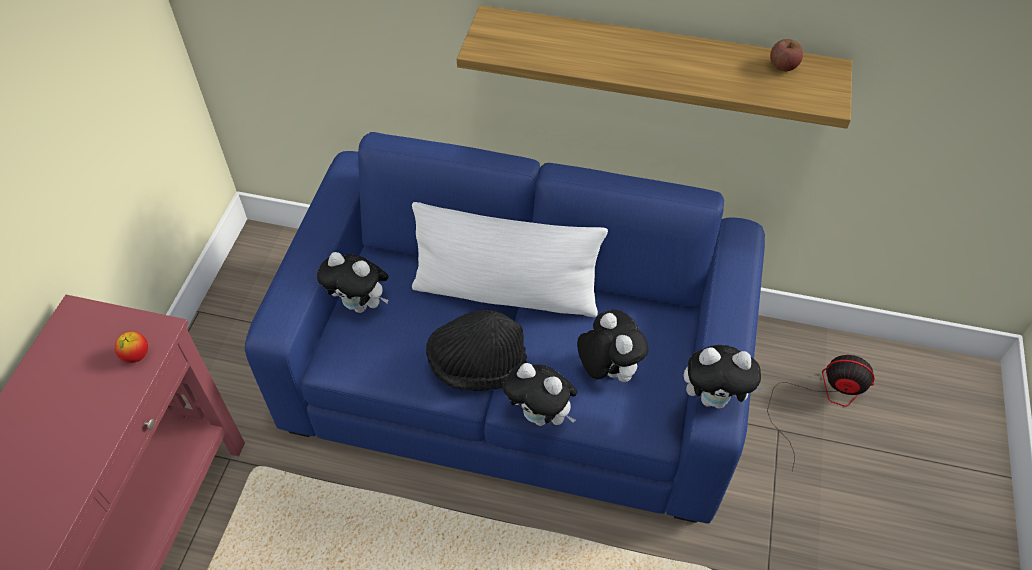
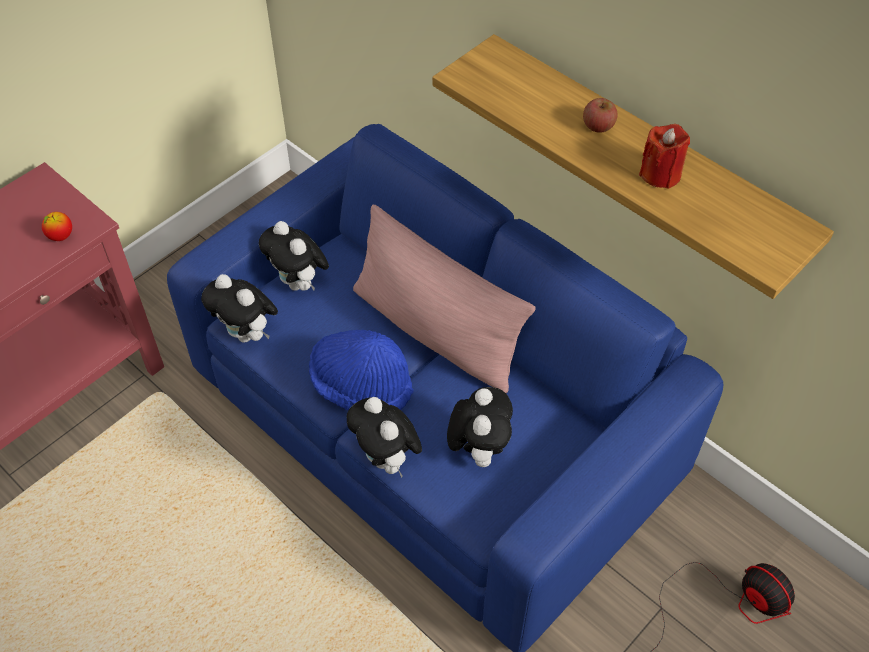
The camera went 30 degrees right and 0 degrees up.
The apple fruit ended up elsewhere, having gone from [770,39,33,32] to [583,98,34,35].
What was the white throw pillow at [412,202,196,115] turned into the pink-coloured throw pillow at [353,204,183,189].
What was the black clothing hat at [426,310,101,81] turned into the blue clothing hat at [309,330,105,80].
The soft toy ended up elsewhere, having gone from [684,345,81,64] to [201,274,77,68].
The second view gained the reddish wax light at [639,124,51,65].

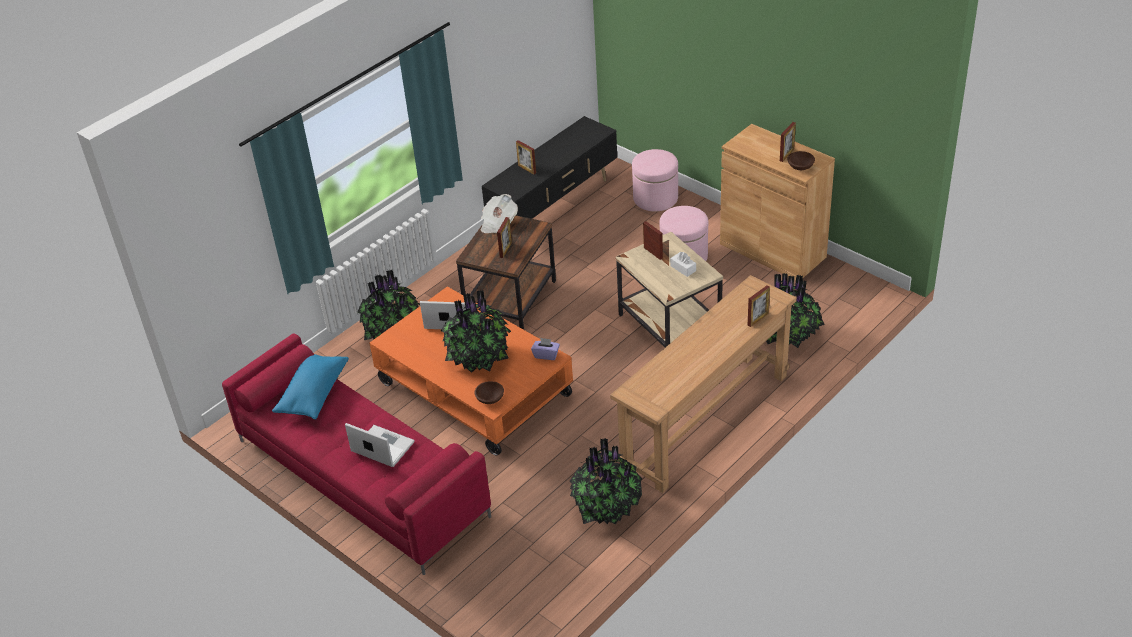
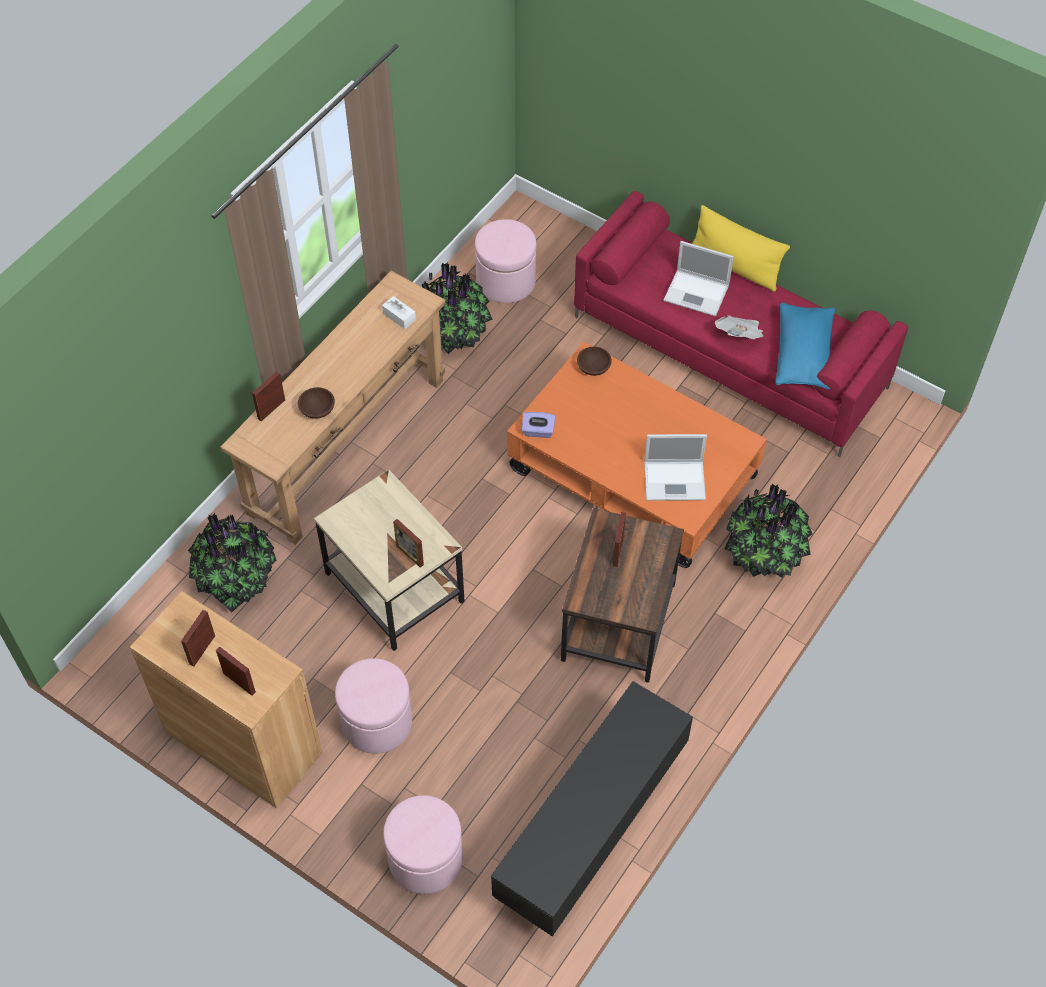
The camera went 170 degrees right and 15 degrees up.
The standing frame ended up elsewhere, having gone from [516,140,20,35] to [216,646,40,50].
The brown-coloured serving bowl ended up elsewhere, having gone from [787,151,28,19] to [298,387,37,32].
The daily paper ended up elsewhere, having gone from [481,194,37,39] to [715,315,49,24].
The white tissue box ended up elsewhere, having gone from [670,252,26,25] to [382,296,34,33].
The second view lost the potted plant at [441,290,70,83].
The second view gained the yellow-coloured throw pillow at [692,205,98,87].
The second view gained the pink-coloured ottoman at [475,219,61,84].

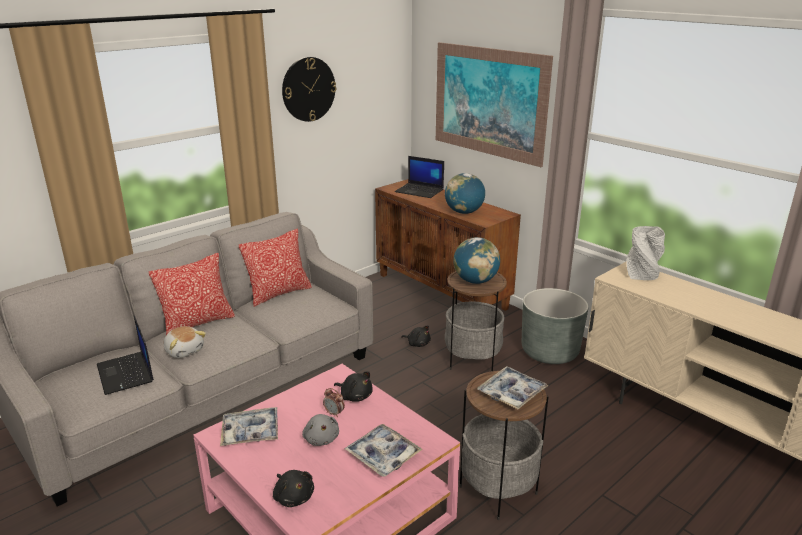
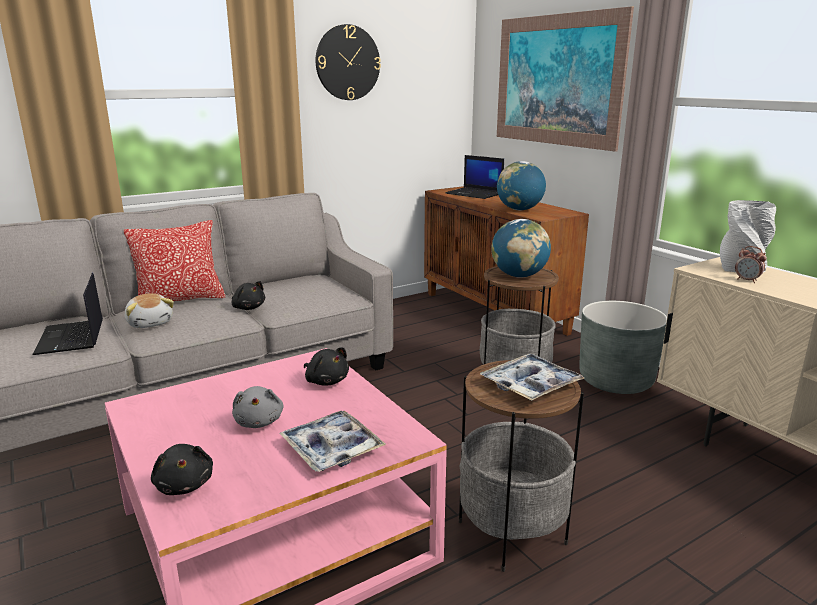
The camera went 10 degrees right and 5 degrees down.
The second view lost the throw pillow at [239,229,73,78].
The black soft toy ended up elsewhere, having gone from [401,326,30,21] to [232,281,33,29].
The alarm clock ended up elsewhere, having gone from [323,388,22,29] to [735,246,32,37].
The second view lost the serving tray at [220,407,58,39].

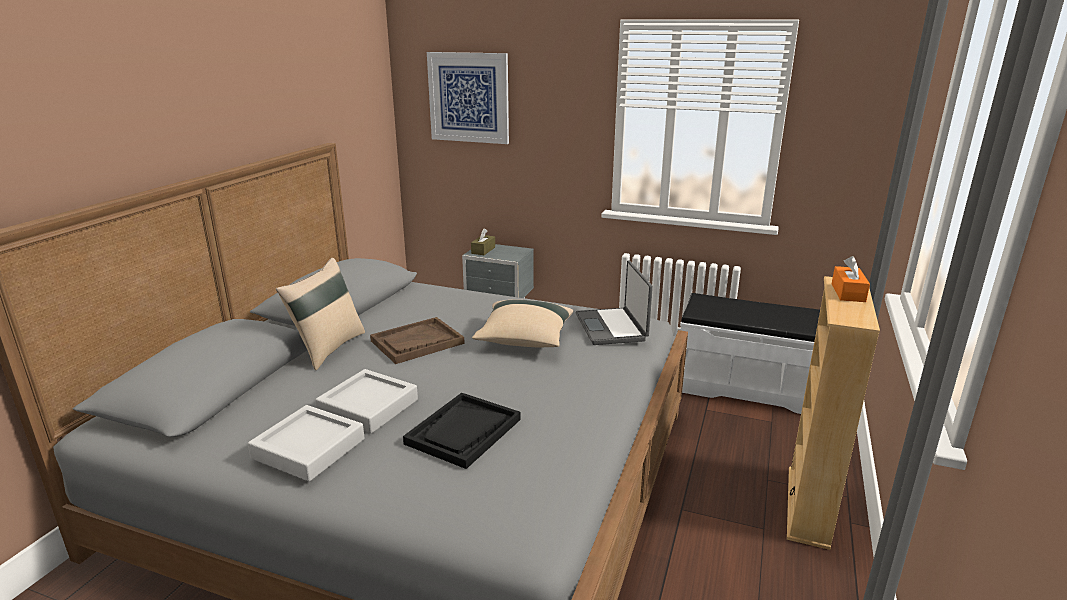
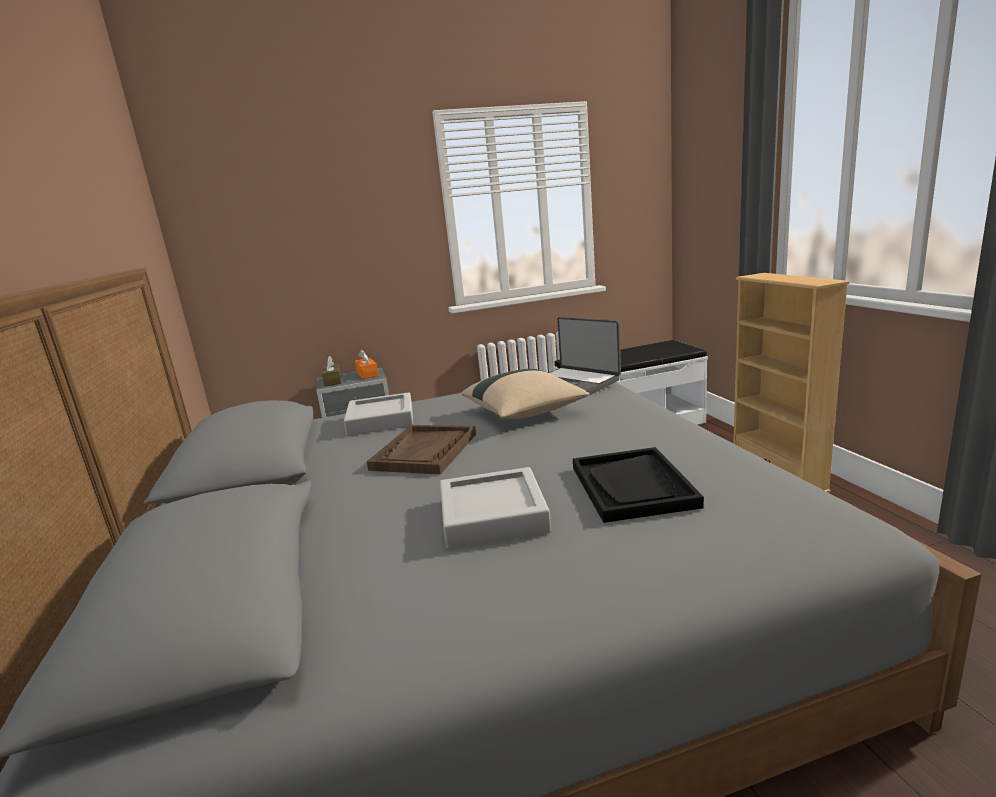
The camera went 35 degrees left and 5 degrees down.
The second view lost the wall picture at [427,52,82,92].
The orangey tissue box ended up elsewhere, having gone from [832,256,38,46] to [355,350,24,29].
The second view lost the beige throw pillow at [276,258,89,112].
The gray serving tray ended up elsewhere, having gone from [248,405,117,76] to [344,392,69,44].

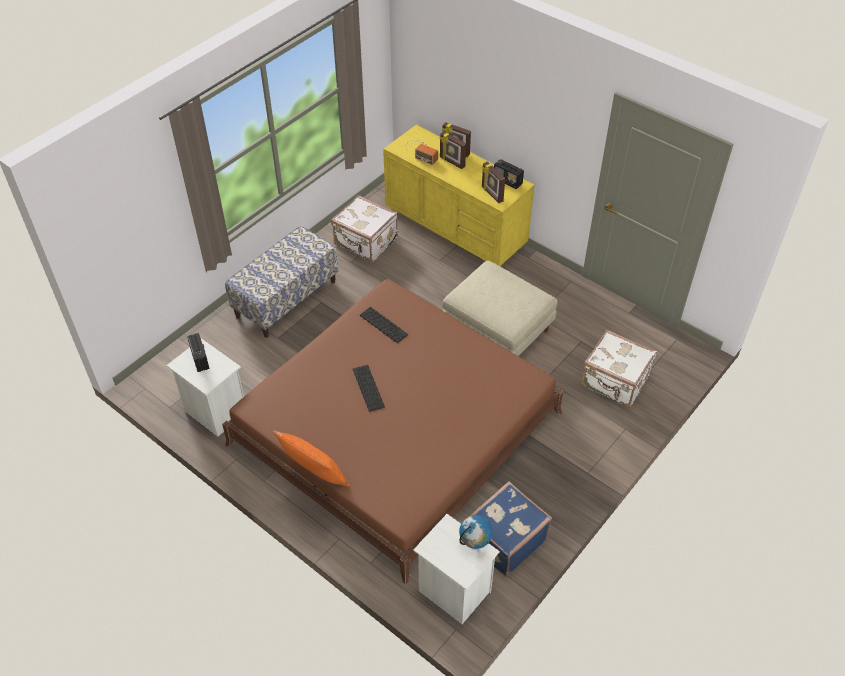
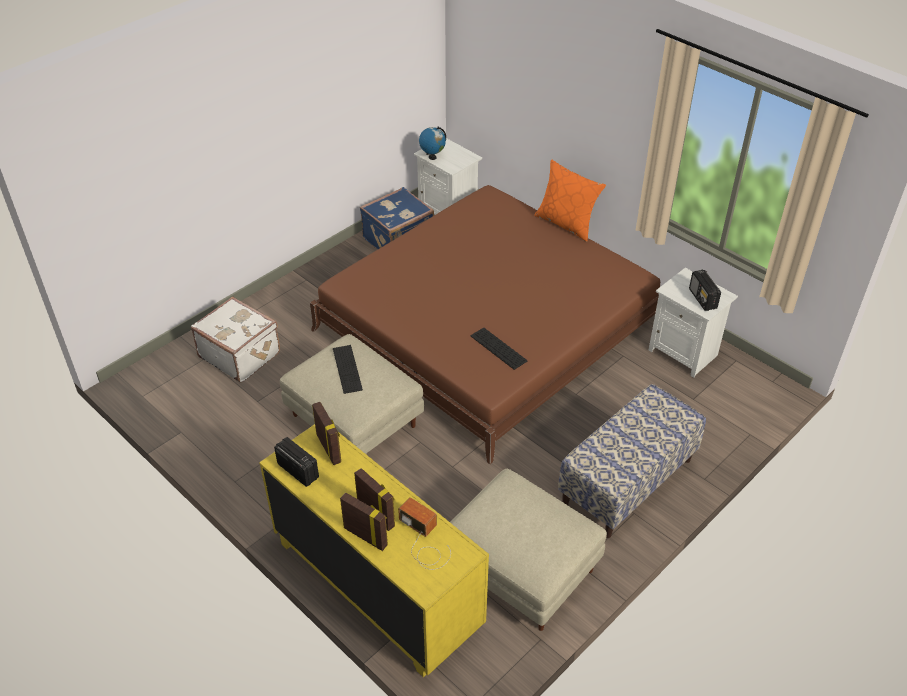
The camera went 175 degrees left and 5 degrees down.
Where the white piece of luggage stood at [331,195,67,67], the beige ottoman came to stand at [450,469,157,162].
The computer keyboard ended up elsewhere, having gone from [352,365,33,47] to [333,345,30,49].

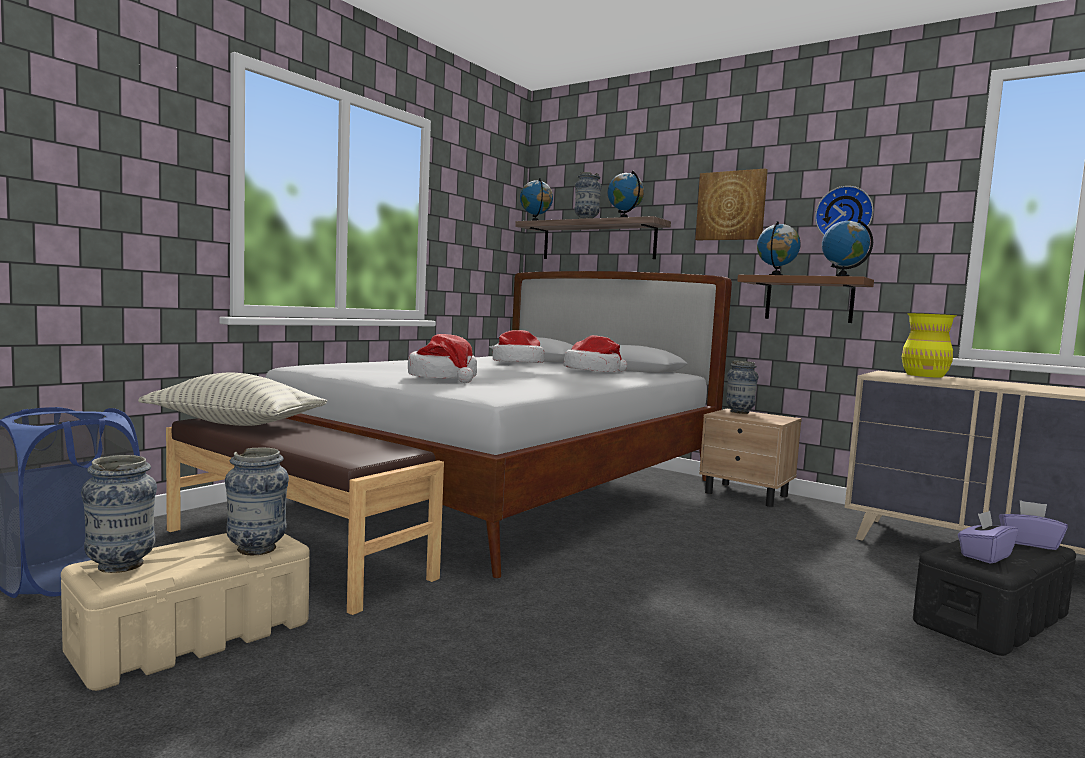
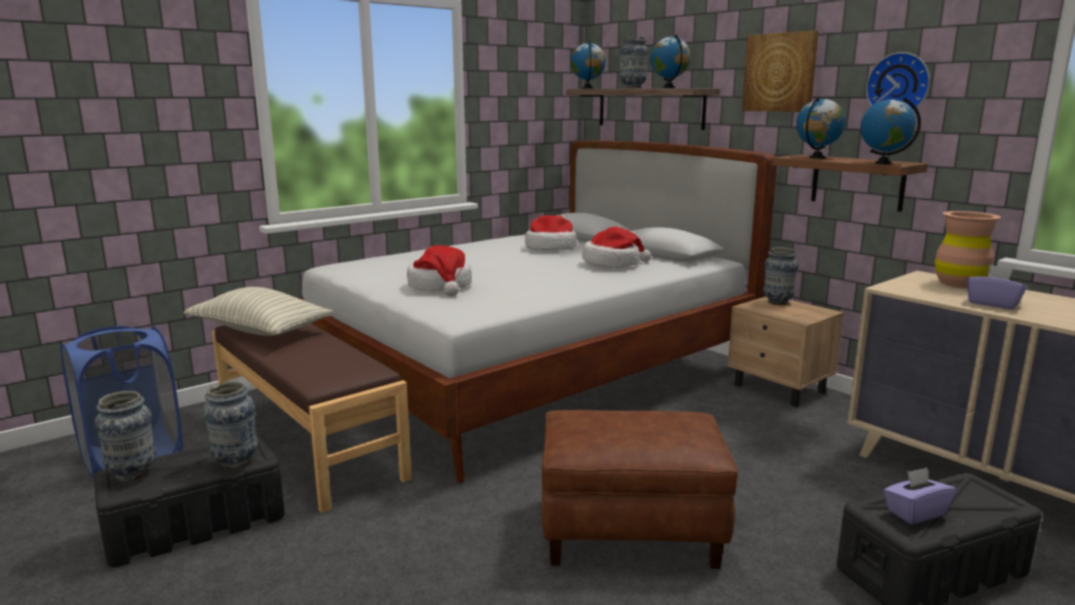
The camera went 15 degrees right and 10 degrees up.
What was the yellow-coloured decorative vase at [902,313,55,65] turned into the brown-coloured decorative vase at [935,211,66,77].
The purplish tissue box ended up elsewhere, having gone from [999,500,69,50] to [966,265,61,44].
What was the beige storage bin at [61,533,249,158] turned into the black storage bin at [94,434,191,133].
The second view gained the brown-coloured ottoman at [541,410,197,159].

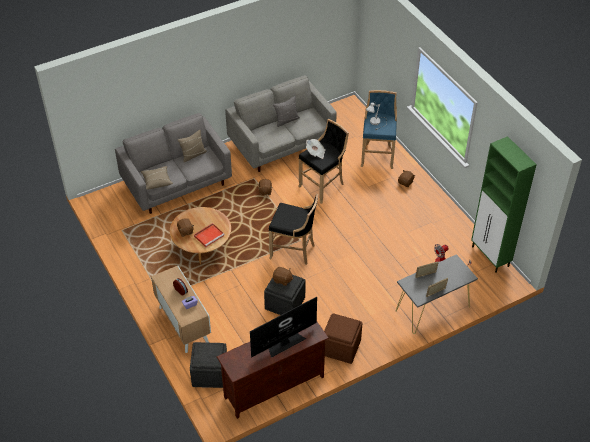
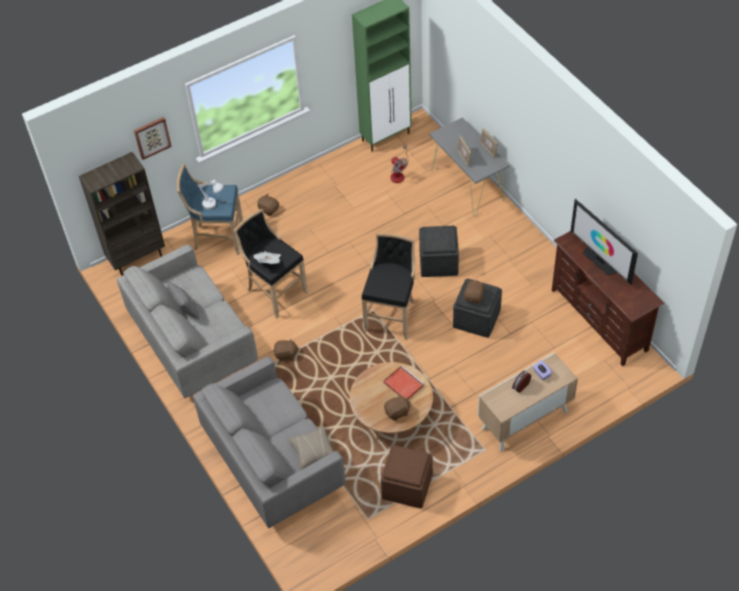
The camera went 90 degrees left and 5 degrees up.
The second view lost the beige throw pillow at [178,130,29,32].
The brown-coloured ottoman ended up elsewhere, having gone from [324,313,38,51] to [381,445,52,63].
The gray ottoman ended up elsewhere, having gone from [190,342,37,46] to [419,226,40,51].
The second view gained the wall picture at [134,117,38,43].
The second view gained the brown-coloured bookcase at [79,152,86,124].

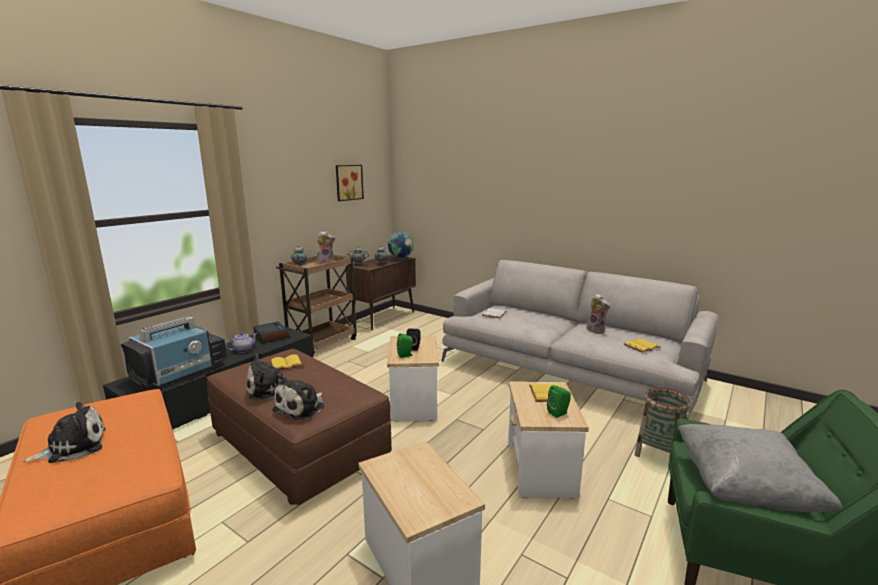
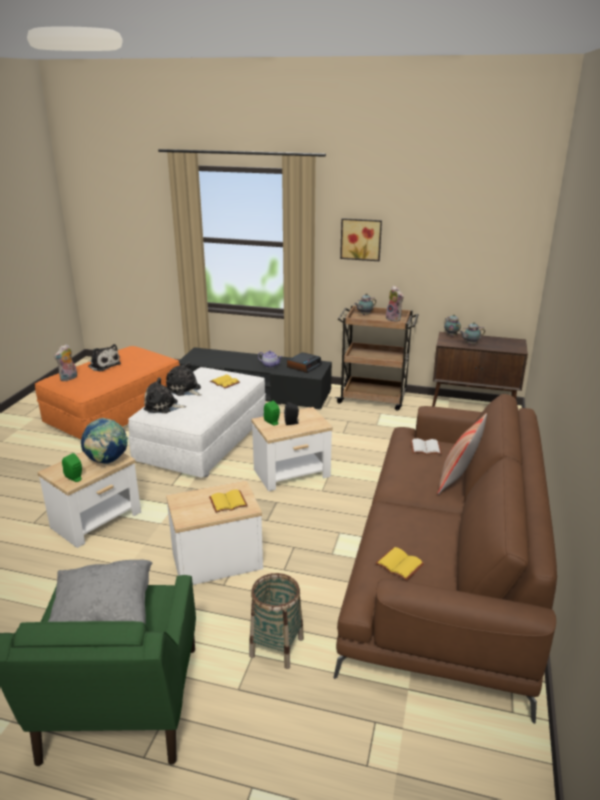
The camera went 70 degrees right and 10 degrees up.
The wall picture ended up elsewhere, having gone from [336,165,28,36] to [340,218,42,43].
The desk globe ended up elsewhere, having gone from [388,232,26,27] to [81,418,47,46].
What was the gray couch at [441,260,278,159] turned into the brown-coloured couch at [333,394,224,330].
The soft toy ended up elsewhere, having gone from [586,293,24,40] to [54,344,23,37].
The second view lost the TV at [121,316,106,71].
What was the brown-coloured ottoman at [207,349,185,156] turned into the white ottoman at [128,367,138,110].
The green-coloured speaker ended up elsewhere, having gone from [547,385,24,33] to [62,453,20,29].
The second view gained the throw pillow at [437,413,50,82].

